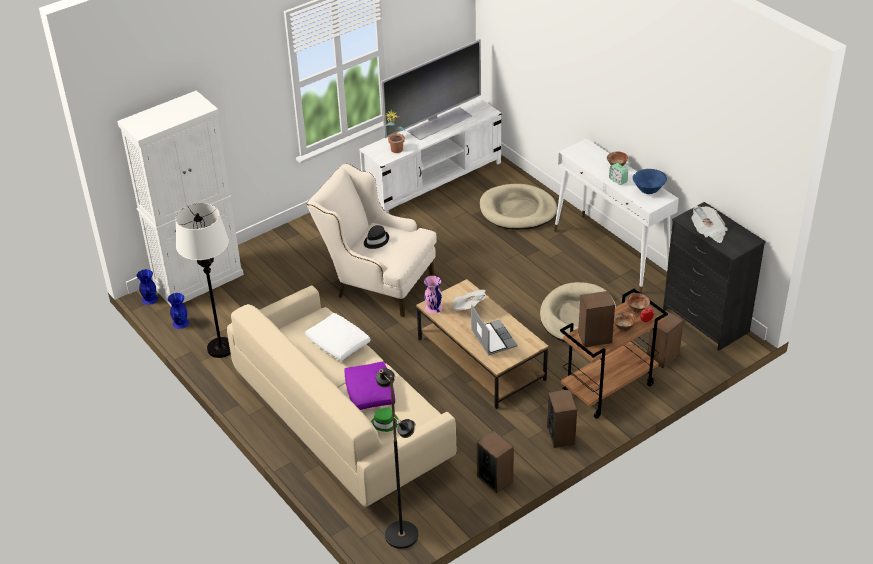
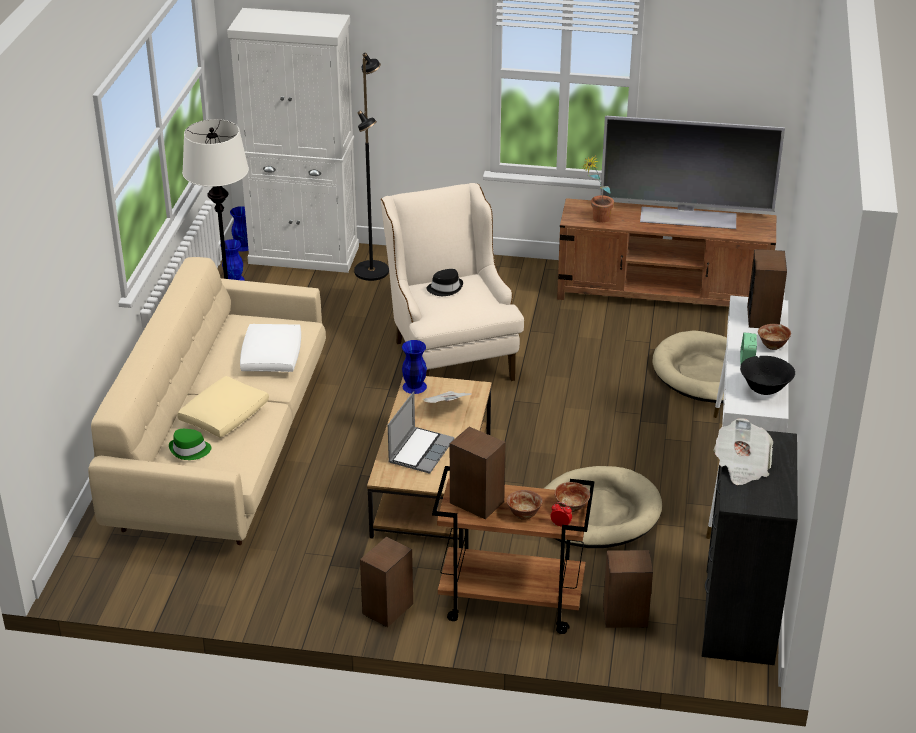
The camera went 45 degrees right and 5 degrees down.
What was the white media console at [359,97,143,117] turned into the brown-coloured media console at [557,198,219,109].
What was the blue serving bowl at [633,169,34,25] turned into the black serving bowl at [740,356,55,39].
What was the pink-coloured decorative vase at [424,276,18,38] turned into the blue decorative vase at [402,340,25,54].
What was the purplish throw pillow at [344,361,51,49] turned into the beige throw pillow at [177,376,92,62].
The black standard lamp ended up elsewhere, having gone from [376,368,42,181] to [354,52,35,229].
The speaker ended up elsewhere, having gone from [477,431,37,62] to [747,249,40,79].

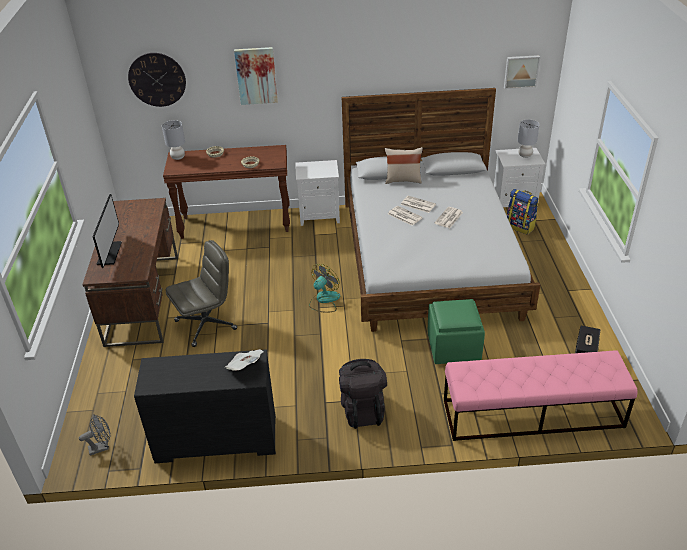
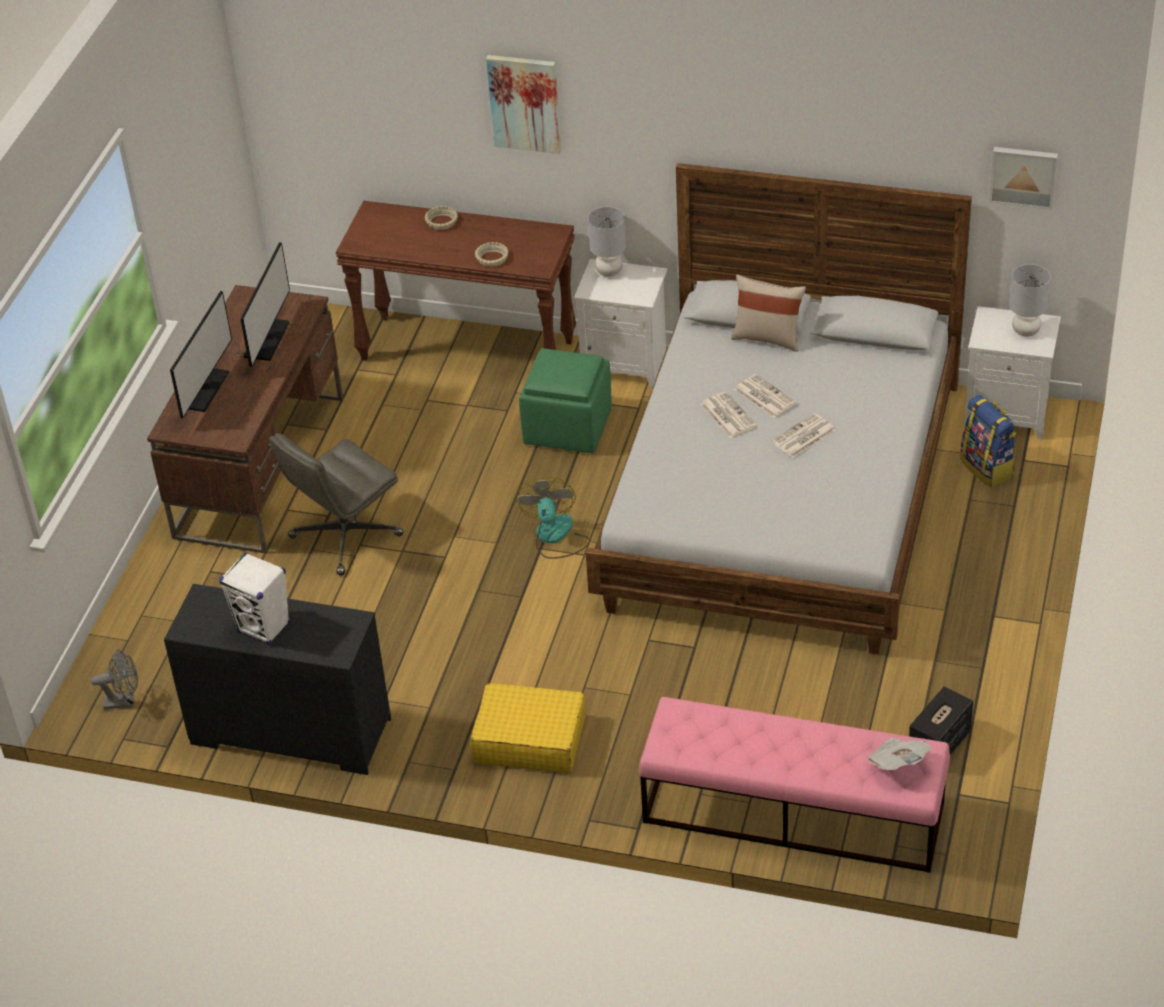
The camera went 20 degrees right and 5 degrees up.
The second view lost the wall clock at [128,53,58,54].
The gray tabletop lamp ended up elsewhere, having gone from [162,120,23,40] to [588,207,38,70].
The gray computer chair at [166,240,71,107] ended up facing another way, 150 degrees clockwise from before.
The cooling fan at [309,264,31,49] ended up facing another way, 60 degrees counterclockwise from before.
The green-coloured ottoman ended up elsewhere, having gone from [428,299,57,65] to [519,348,93,106].
The daily paper ended up elsewhere, having gone from [225,349,39,22] to [866,738,66,32].
Where the black knapsack stood at [339,359,48,70], the yellow-coloured piece of luggage came to stand at [470,683,116,90].
The second view gained the computer display at [240,242,50,125].
The second view gained the white speaker at [219,552,71,93].

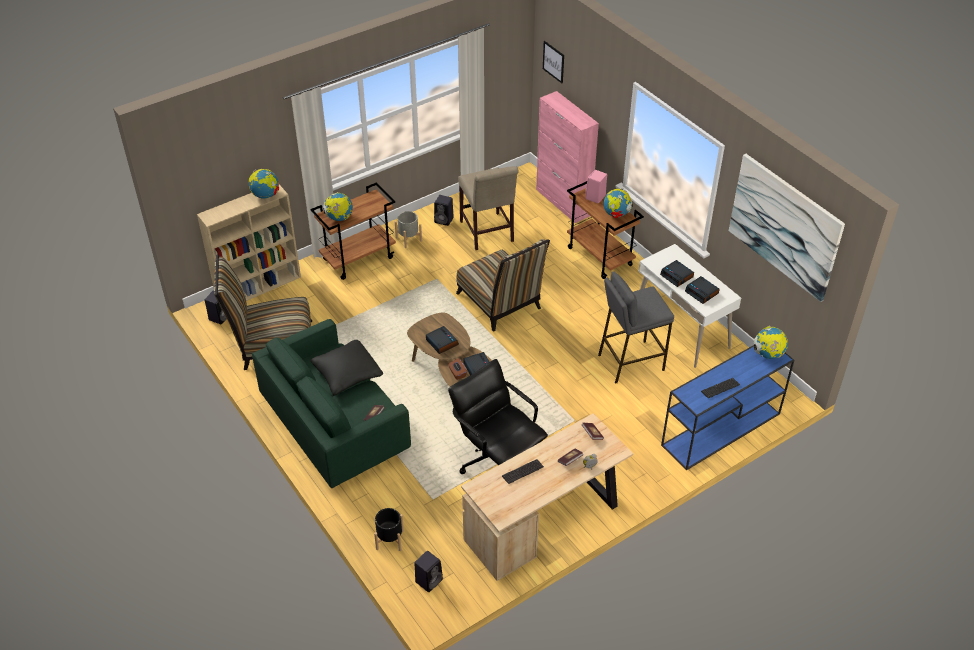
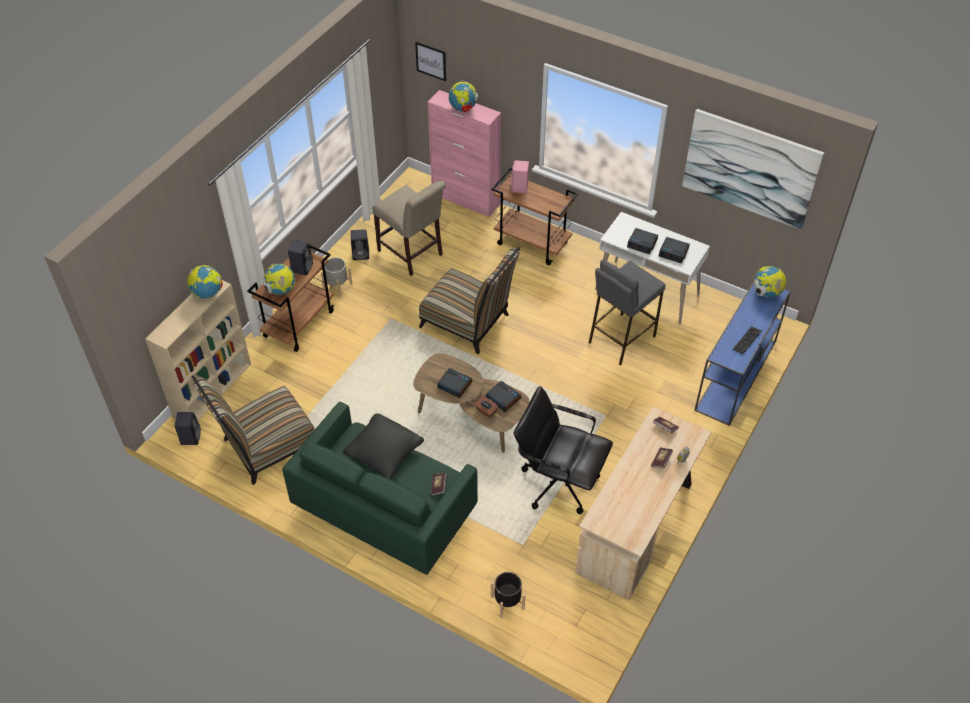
The camera went 25 degrees left and 5 degrees up.
The desk globe ended up elsewhere, having gone from [603,188,30,30] to [449,80,29,32].
The second view lost the computer keyboard at [502,459,42,25].
The black speaker ended up elsewhere, having gone from [414,551,29,41] to [288,240,25,36].

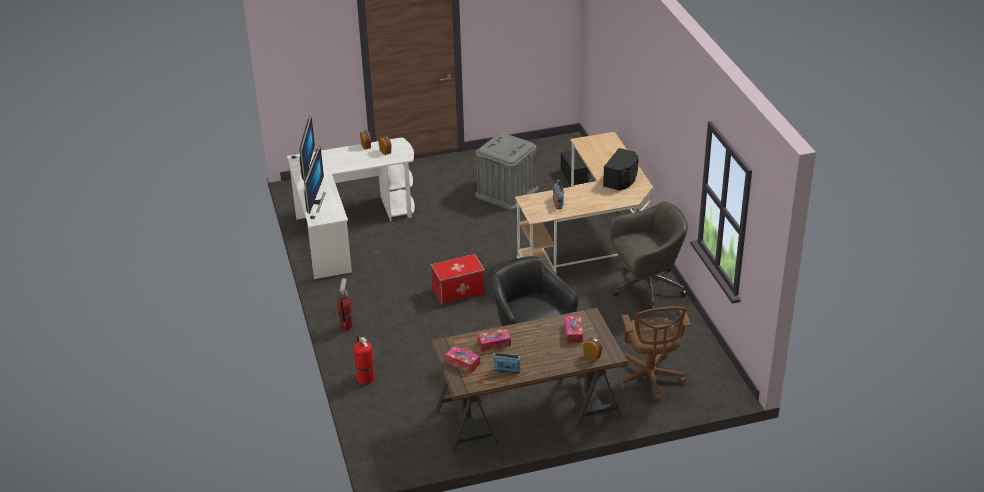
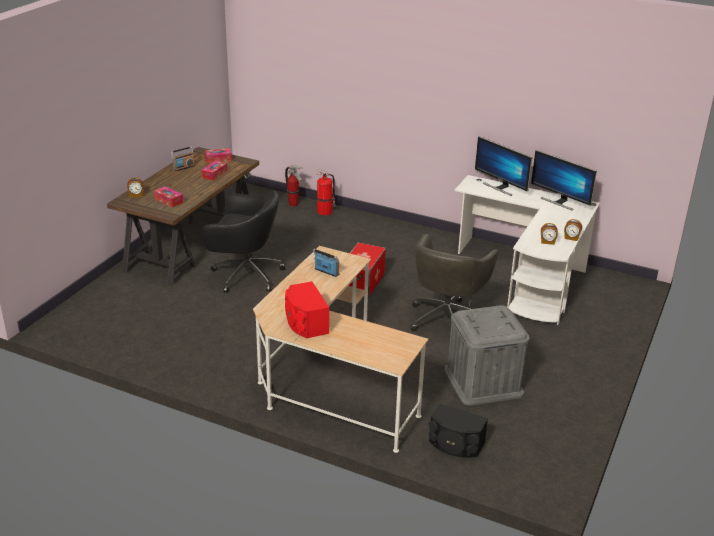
The camera went 130 degrees right and 5 degrees down.
What was the black speaker at [603,148,36,43] turned into the reddish speaker at [285,281,44,57].
The gray computer chair ended up elsewhere, having gone from [610,202,78,107] to [410,234,89,98].
The fire-fighting cylinder ended up elsewhere, having gone from [337,278,15,53] to [285,165,18,42].
The second view lost the brown-coloured computer chair at [620,307,70,95].

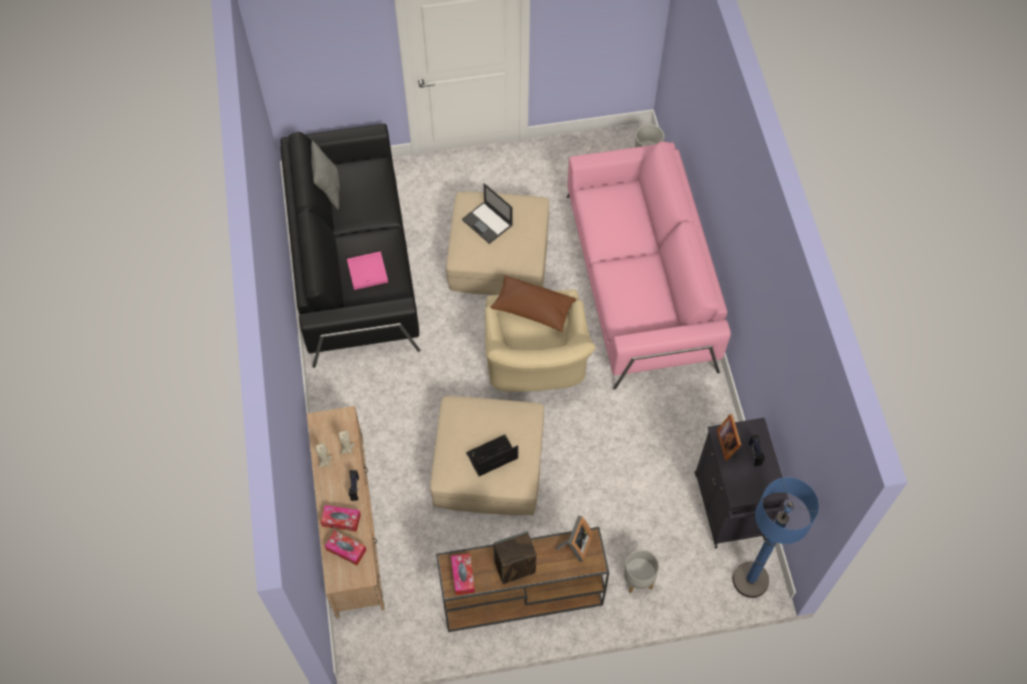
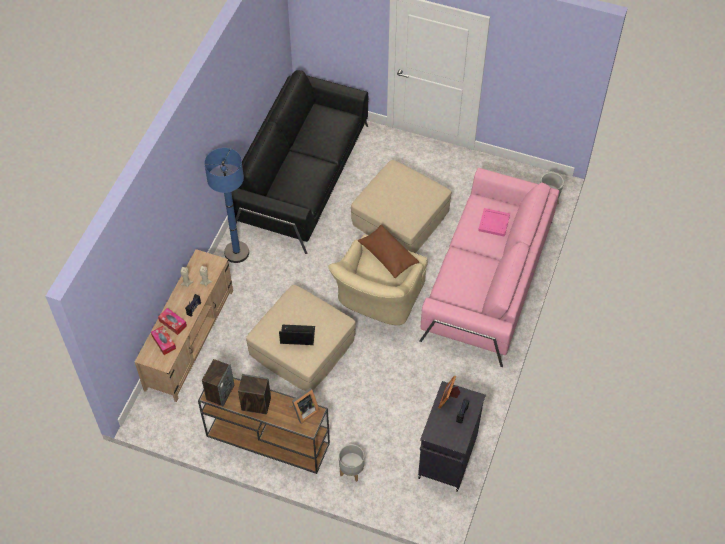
The camera went 30 degrees right and 5 degrees down.
The second view lost the gray throw pillow at [311,141,29,69].
The second view lost the portable computer at [462,183,51,61].
The pink-coloured serving tray ended up elsewhere, having gone from [347,251,41,39] to [478,208,32,29].
The blue standard lamp ended up elsewhere, having gone from [733,477,86,121] to [204,148,45,115].
Where the tissue box stood at [451,553,24,42], the speaker came to stand at [202,359,32,47].

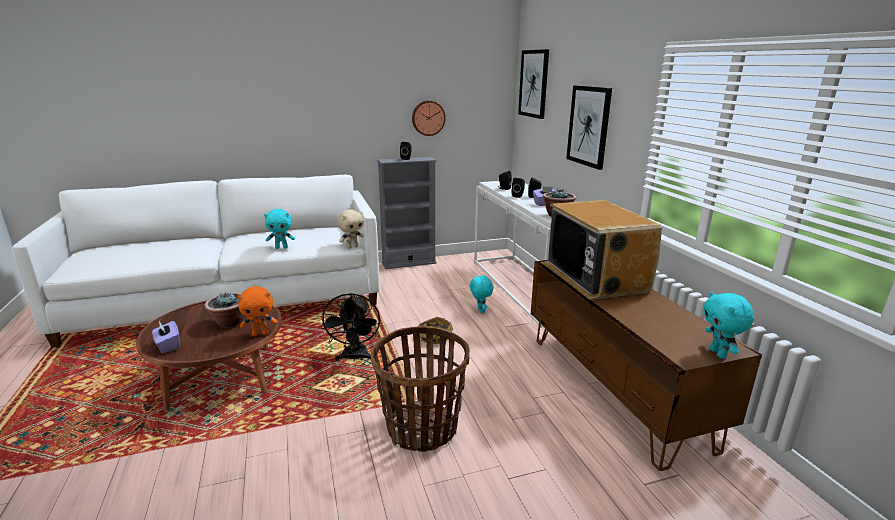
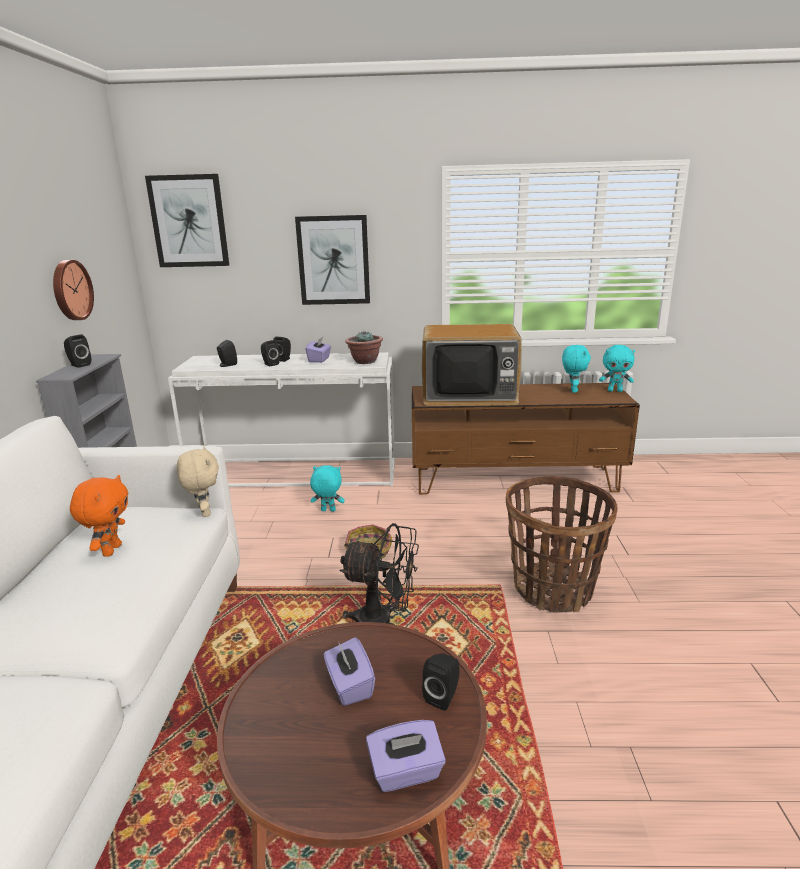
The camera went 70 degrees left and 0 degrees up.
The turquoise soft toy ended up elsewhere, having gone from [264,209,31,40] to [562,345,29,48].
The orangey soft toy ended up elsewhere, having gone from [237,286,41,50] to [70,475,58,81].
Where the potted plant stood at [204,292,39,36], the purplish tissue box came to stand at [324,637,51,69].
The second view gained the black speaker at [422,653,38,58].

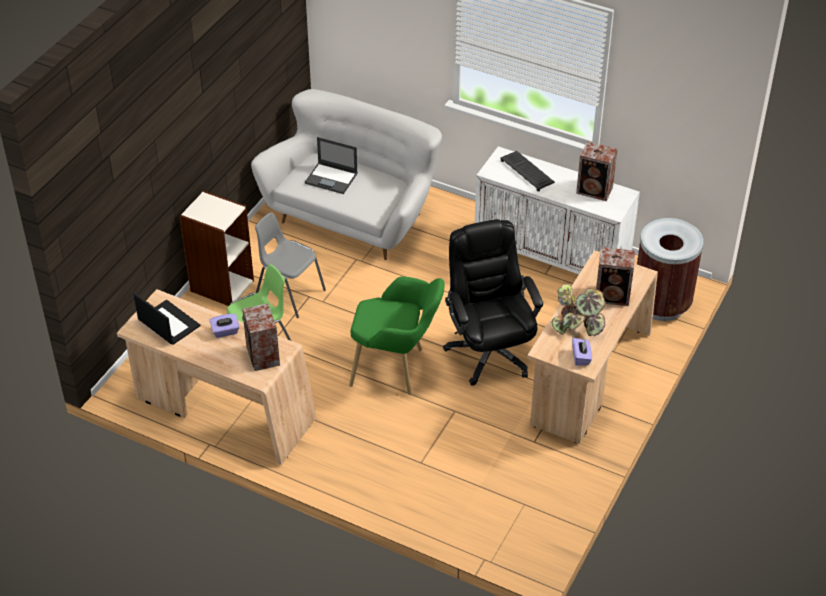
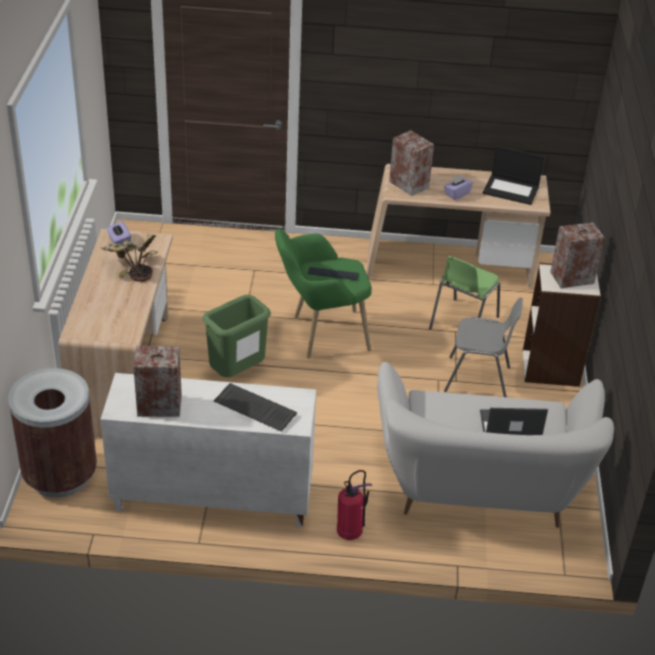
The camera went 155 degrees right and 5 degrees down.
Where the black computer chair stood at [443,219,100,167], the green-coloured rubbish bin came to stand at [203,295,68,82].
The speaker ended up elsewhere, having gone from [596,247,39,59] to [550,222,55,66].
The second view gained the computer keyboard at [307,267,52,13].
The second view gained the fire-fighting cylinder at [337,470,35,70].

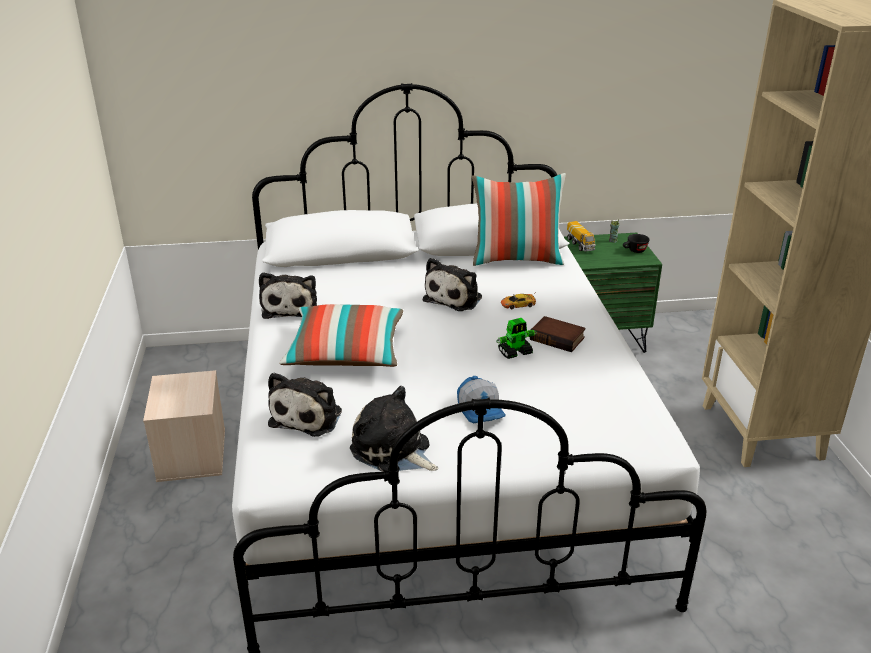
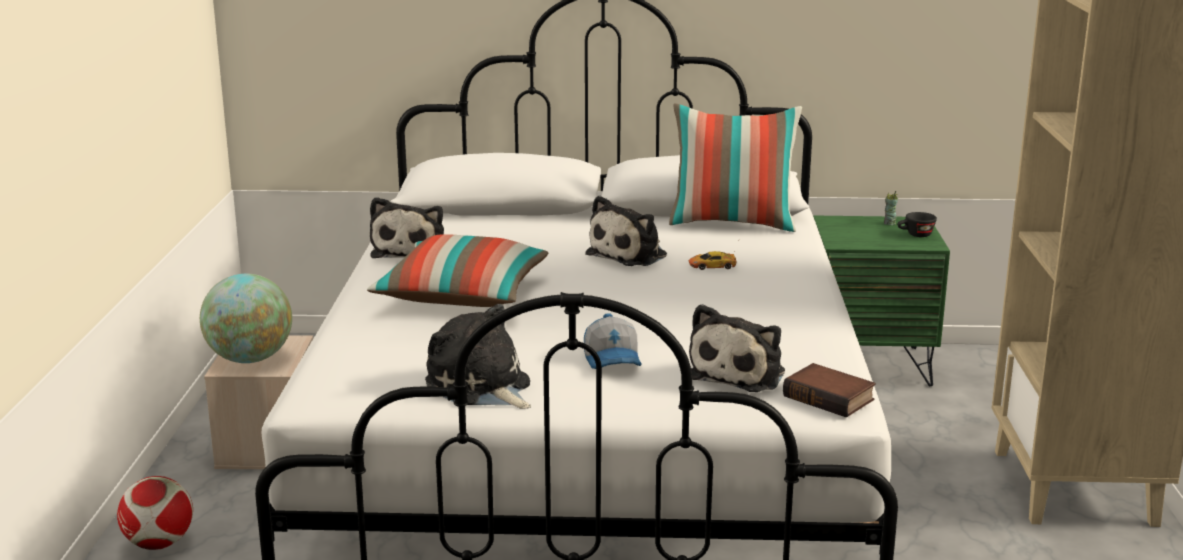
The camera went 10 degrees right and 10 degrees down.
The second view lost the toy lorry at [567,221,29,31].
The bound book ended up elsewhere, having gone from [530,316,56,36] to [783,363,93,55].
The second view lost the robot figure at [496,318,41,41].
The soft toy ended up elsewhere, having gone from [268,373,74,64] to [689,304,96,88].
The second view gained the desk globe at [200,274,92,89].
The second view gained the football at [117,476,76,74].

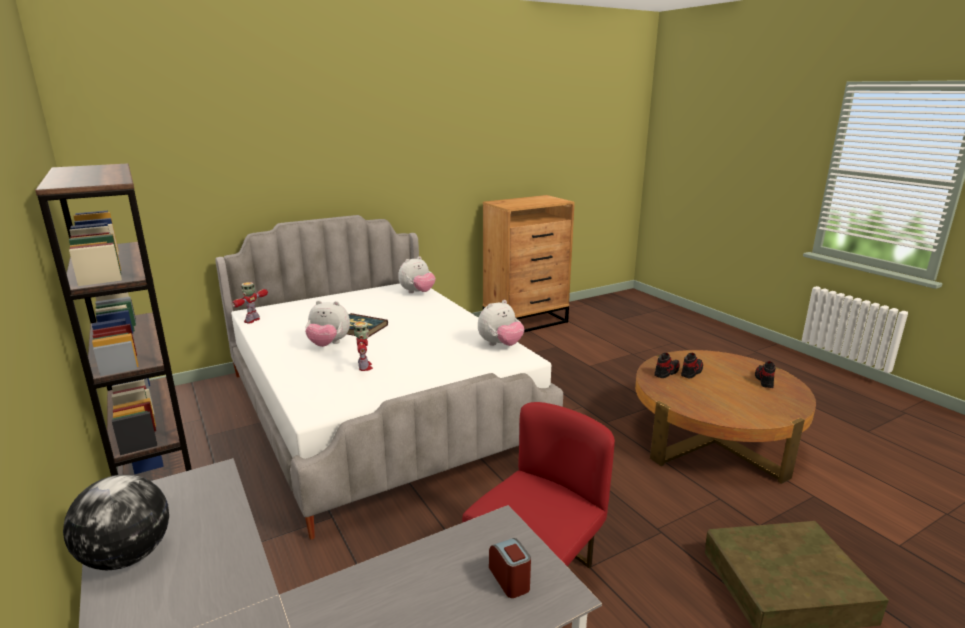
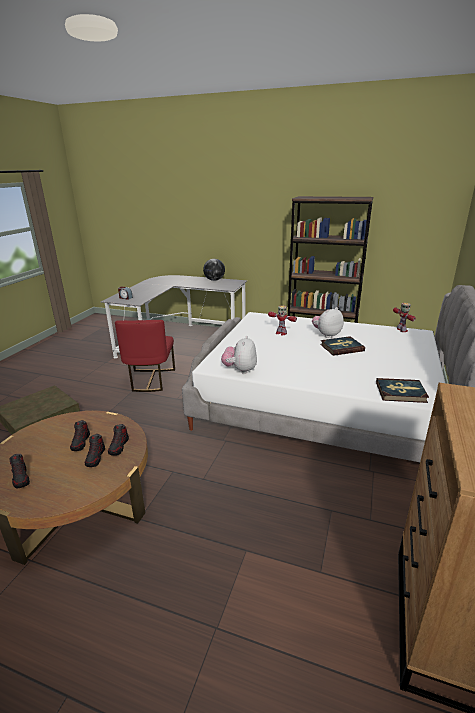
The camera went 140 degrees right and 5 degrees up.
Where the soft toy stood at [398,256,38,37], the bound book came to stand at [376,378,53,25].
The second view gained the shoe at [70,420,20,31].

